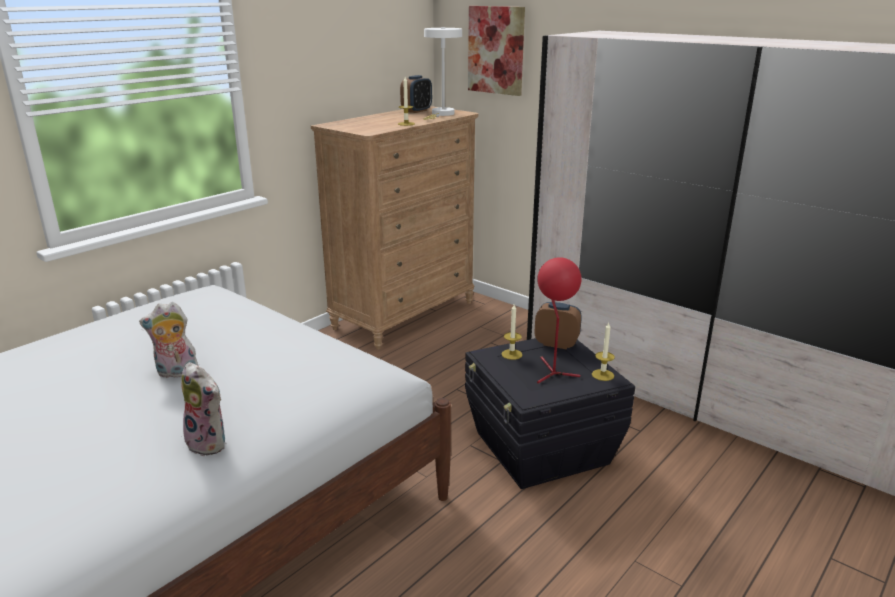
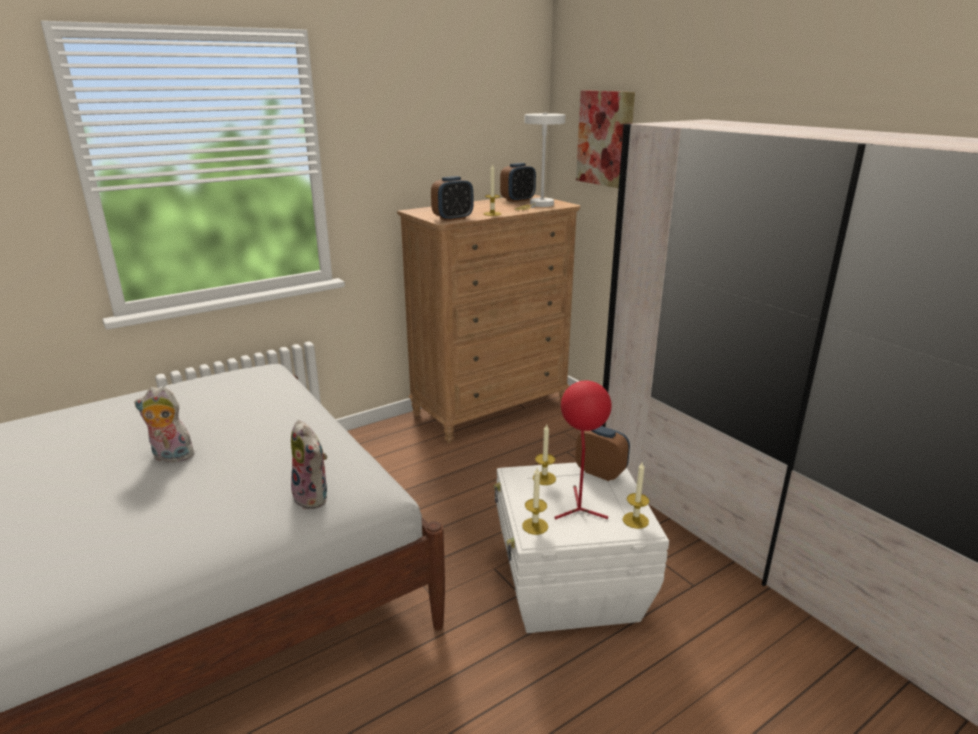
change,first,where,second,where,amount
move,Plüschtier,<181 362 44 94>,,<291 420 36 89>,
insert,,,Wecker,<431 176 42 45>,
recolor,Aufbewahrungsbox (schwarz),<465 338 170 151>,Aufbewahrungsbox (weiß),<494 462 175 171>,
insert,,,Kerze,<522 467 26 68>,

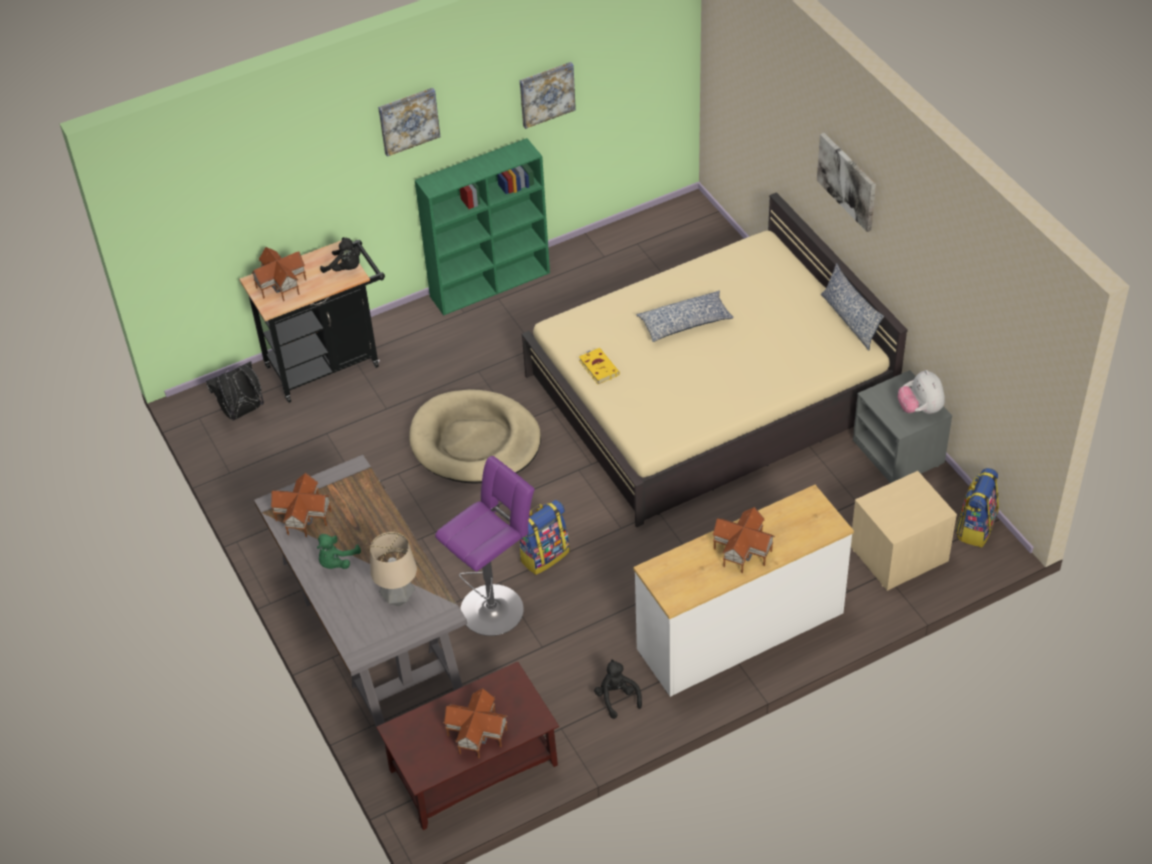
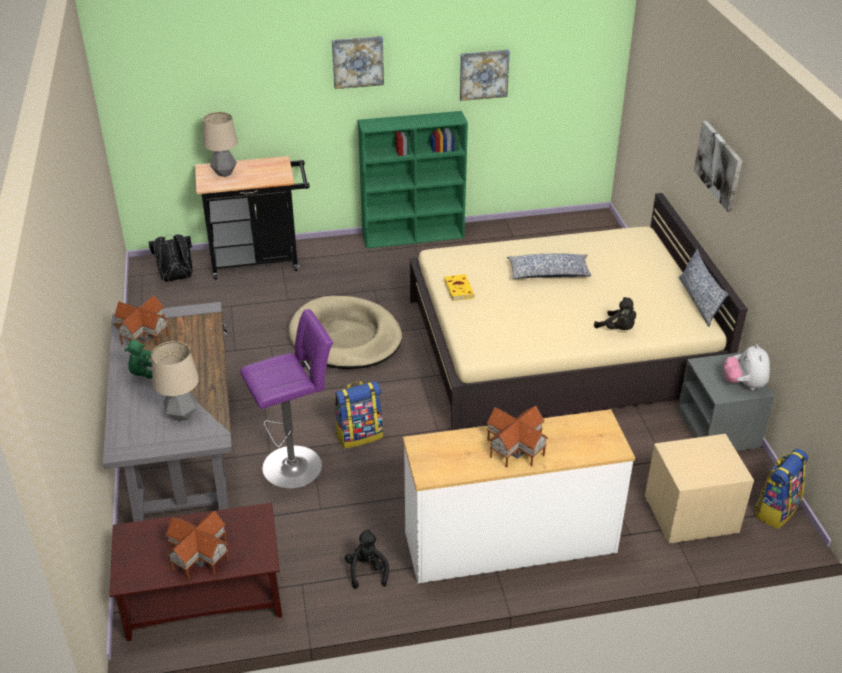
change,first,where,second,where,amount
replace,Spielzeughaus,<251 247 55 54>,Tischlampe,<203 112 35 65>,
move,Plüschtier (schwarz),<320 237 41 36>,,<594 297 42 33>,

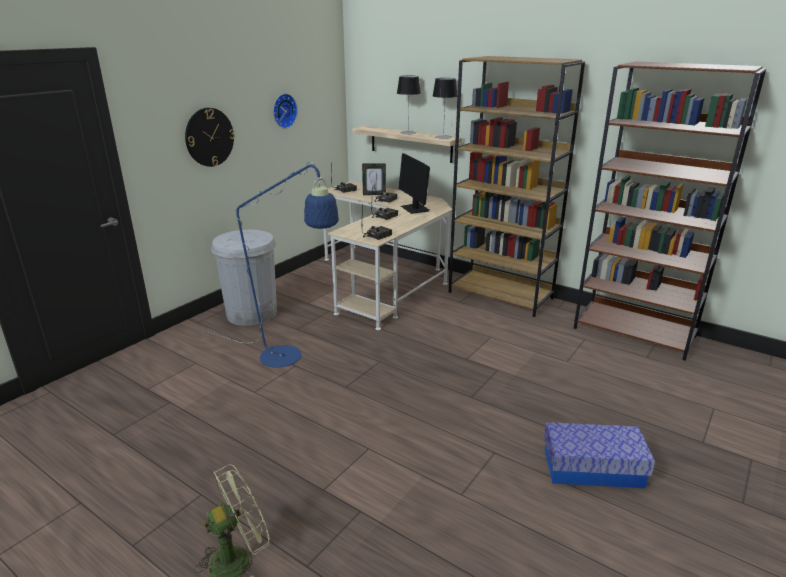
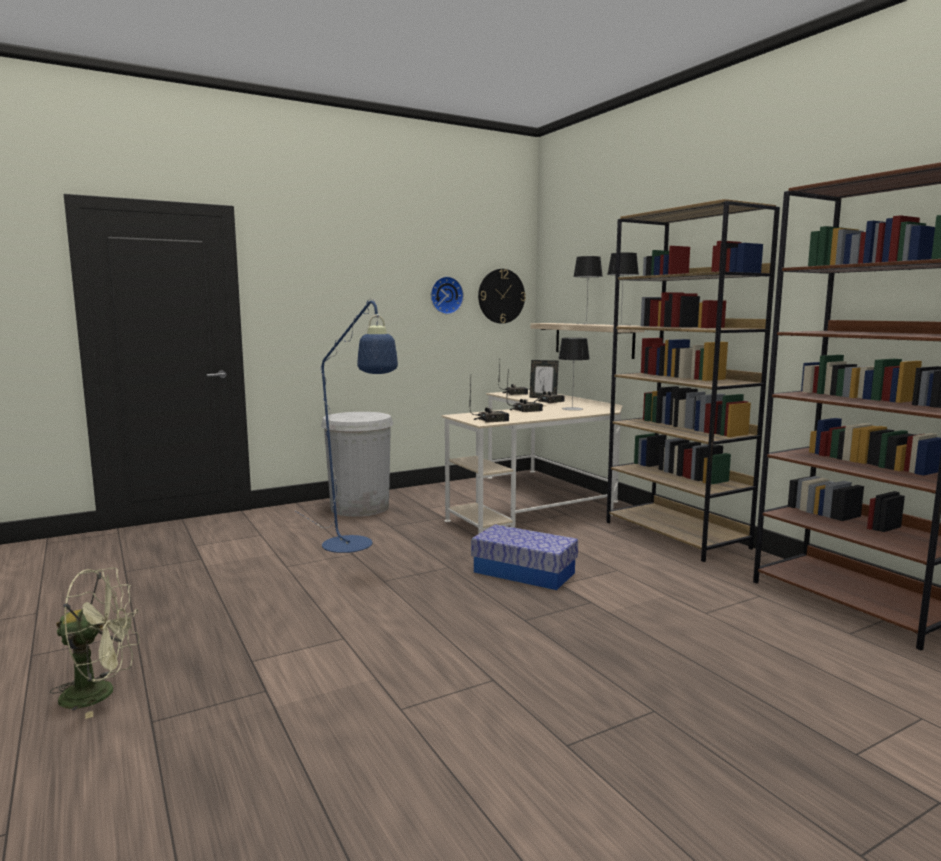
change,first,where,second,where,amount
move,Aufbewahrungsbox,<544 422 111 66>,,<471 524 107 66>,
move,Wanduhr,<185 108 50 59>,,<478 269 48 55>,
replace,Monitor,<399 153 31 61>,Tischlampe,<558 338 31 72>,

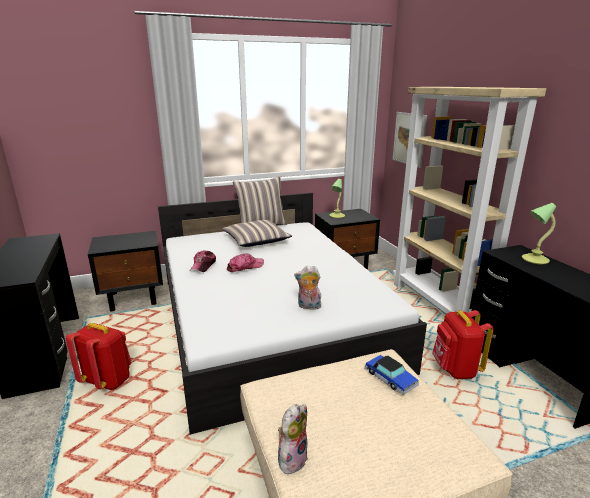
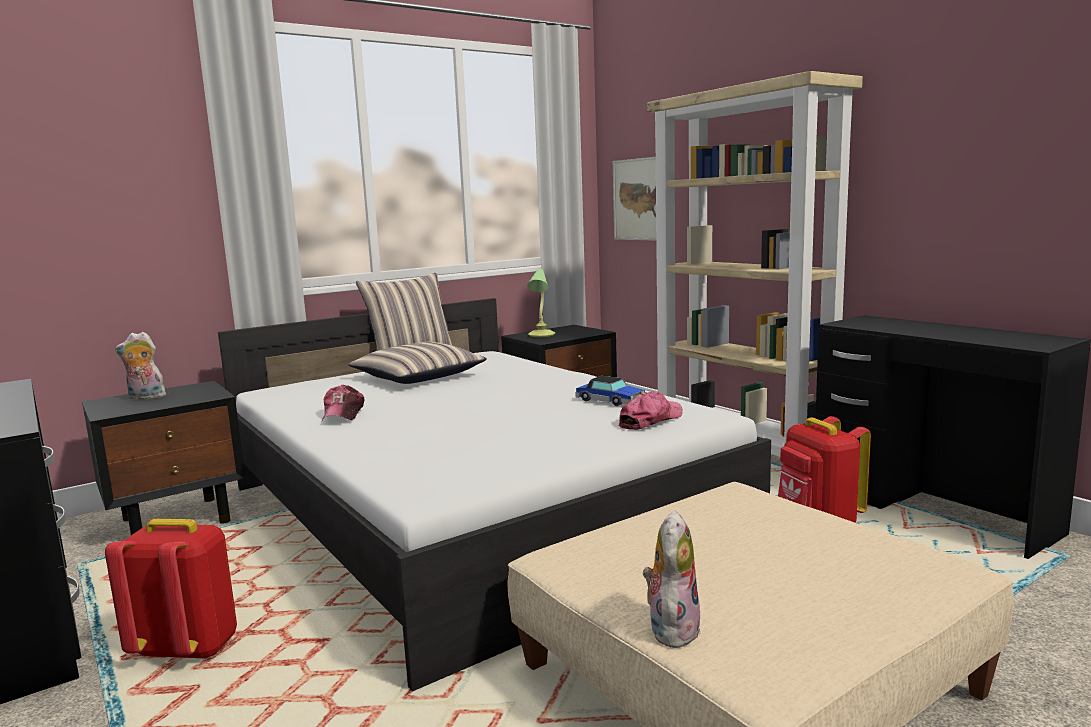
change,first,where,second,where,amount
move,Plüschtier,<294 266 27 44>,,<115 332 53 68>,
move,Spielzeugauto,<365 355 54 40>,,<575 376 70 30>,
move,Kappe,<227 253 37 19>,,<619 391 64 39>,
delete,Tischlampe,<522 203 34 61>,,,

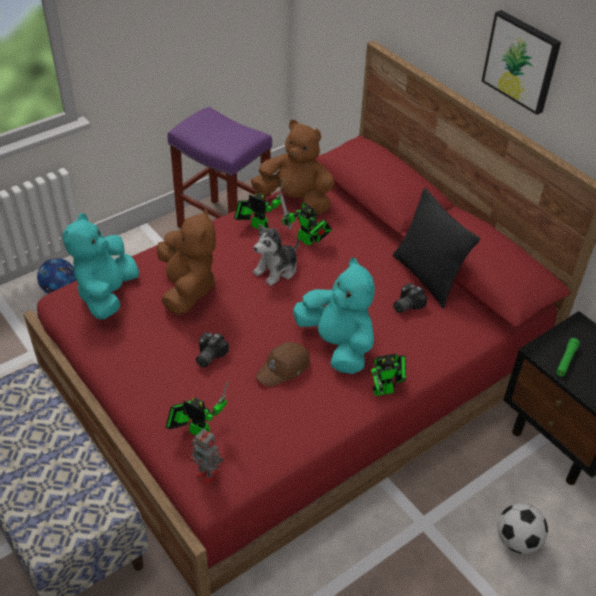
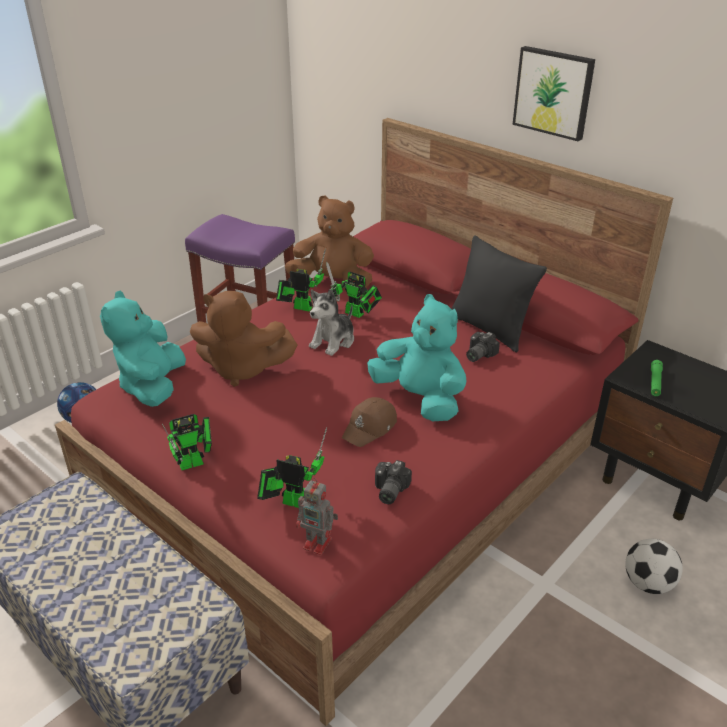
change,first,where,second,where,amount
move,Spielzeugroboter,<371 354 35 42>,,<162 414 50 56>,
rotate,Plüschtier (braun),<157 208 59 107>,,<190 291 107 96>,120 degrees clockwise
move,Kamera,<196 332 33 35>,,<375 460 37 44>,

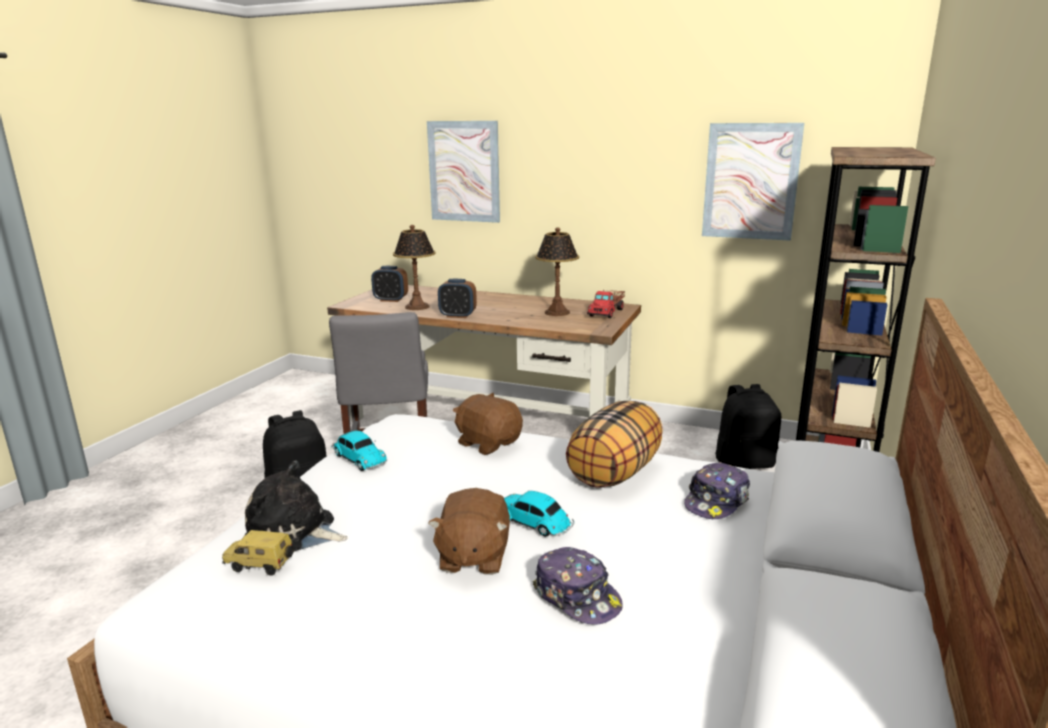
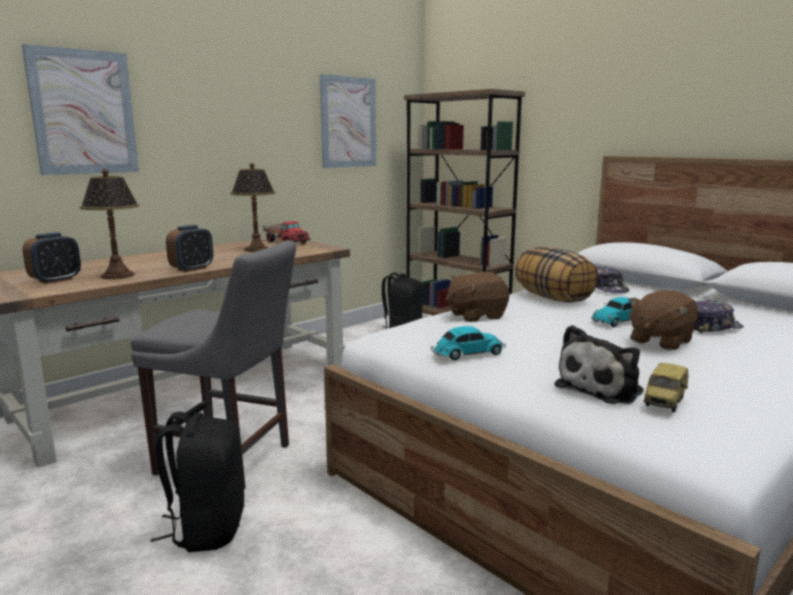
change,first,where,second,where,amount
rotate,Plüschtier (braun),<428 488 82 87>,,<628 290 70 60>,105 degrees clockwise

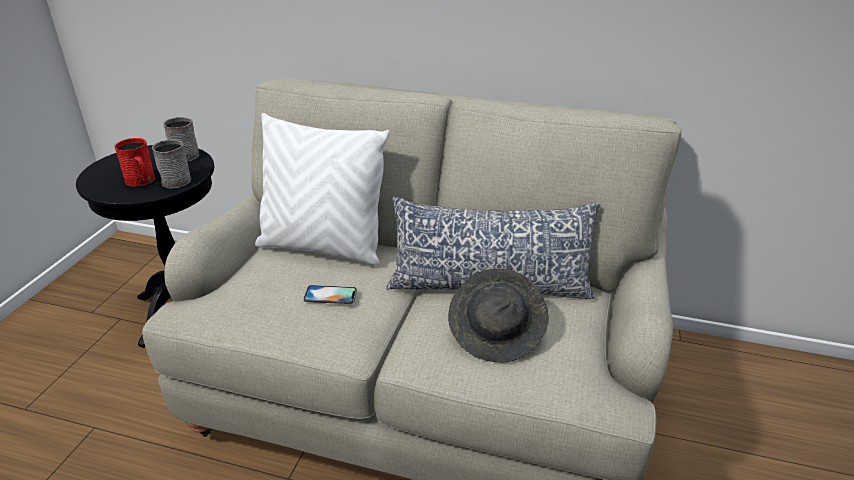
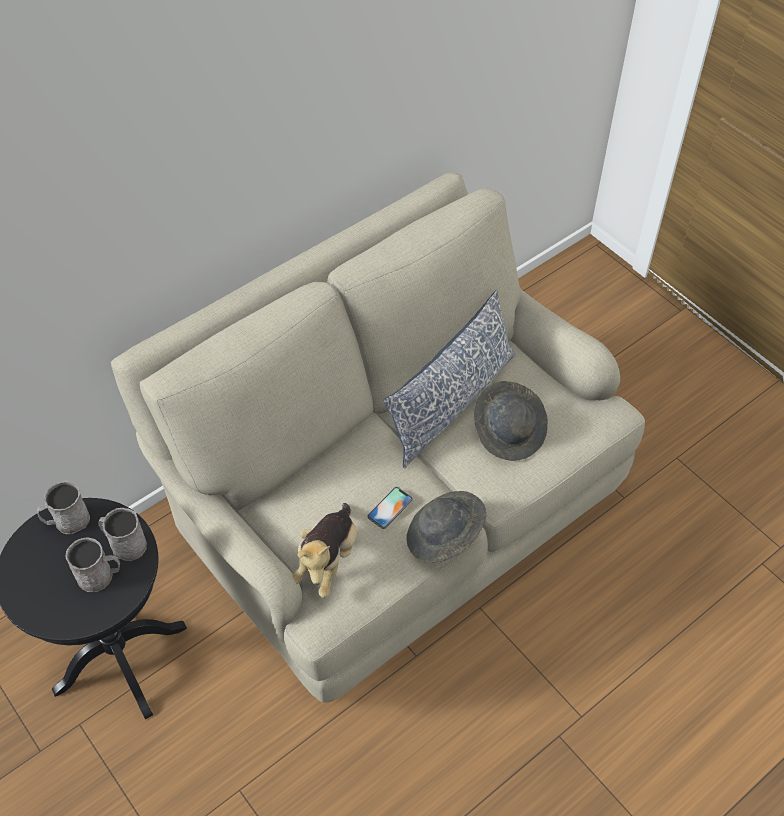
change,first,where,second,where,amount
recolor,Henkelbecher (rot),<114 138 41 49>,Henkelbecher (grau),<66 537 54 55>,
insert,,,Plüschtier,<292 503 65 95>,
insert,,,Hut (grau),<406 491 80 71>,
delete,Kissen (weiß),<255 113 135 152>,,,

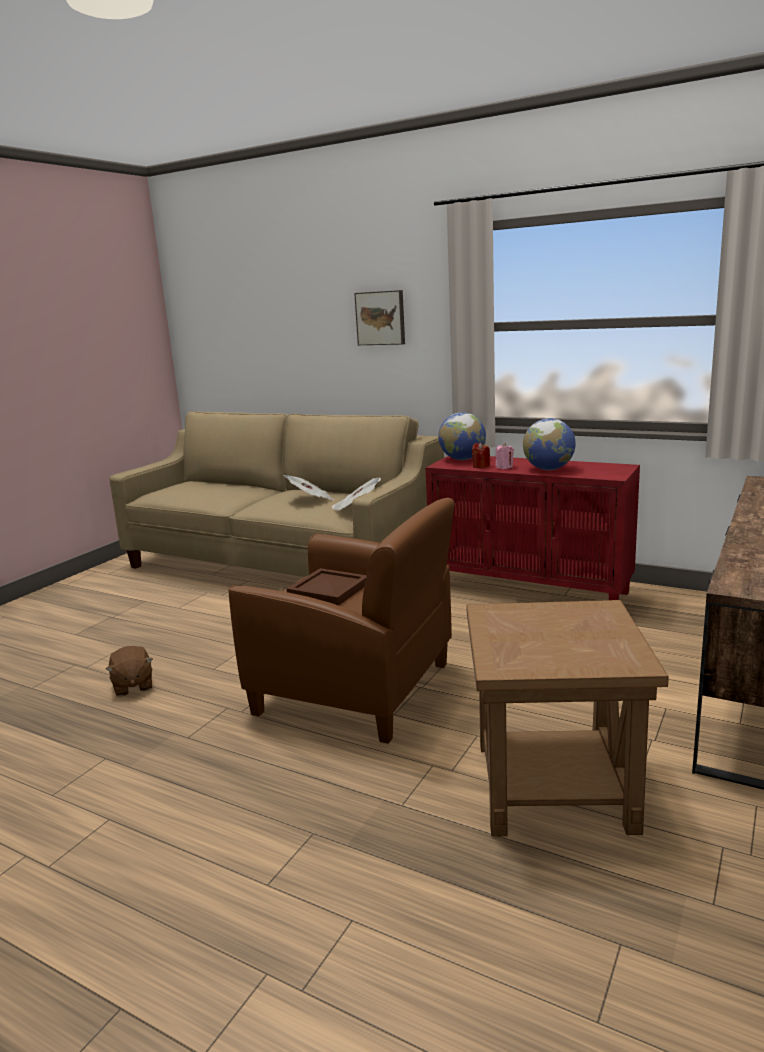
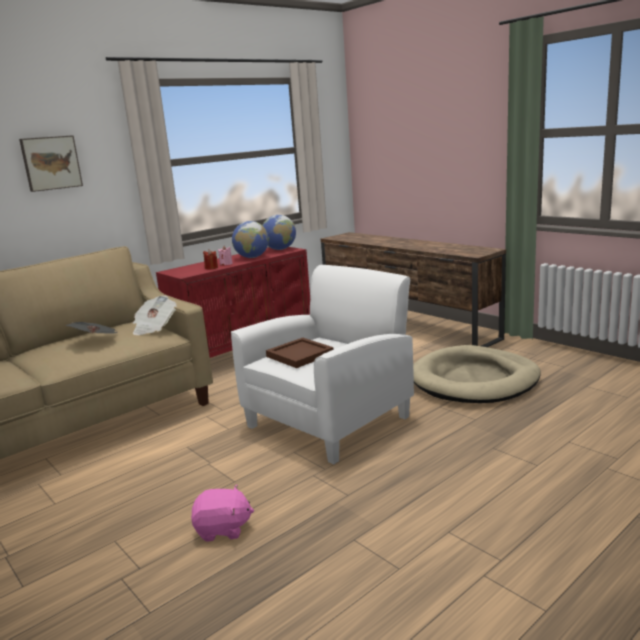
change,first,where,second,where,amount
recolor,Plüschtier (braun),<105 646 48 50>,Plüschtier (rosa),<191 485 63 57>,
recolor,Sessel (braun),<228 498 227 246>,Sessel (weiß),<231 265 183 199>,
move,Globus,<438 412 48 48>,,<262 215 34 35>,
replace,Beistelltisch (braun),<466 600 203 236>,Hundebett (beige),<413 345 127 58>,

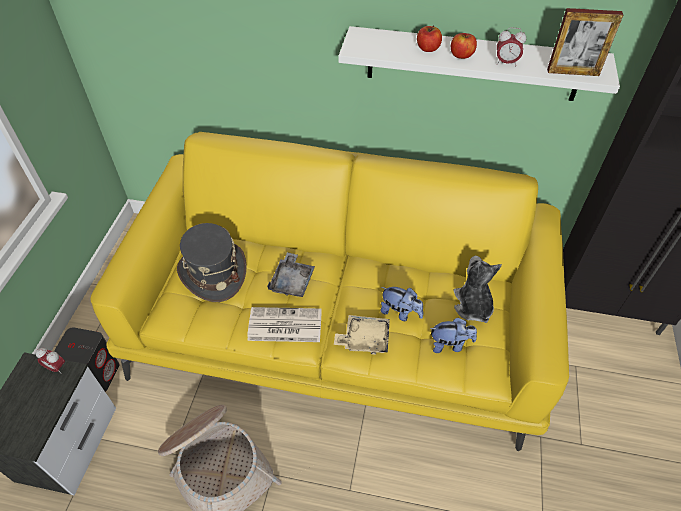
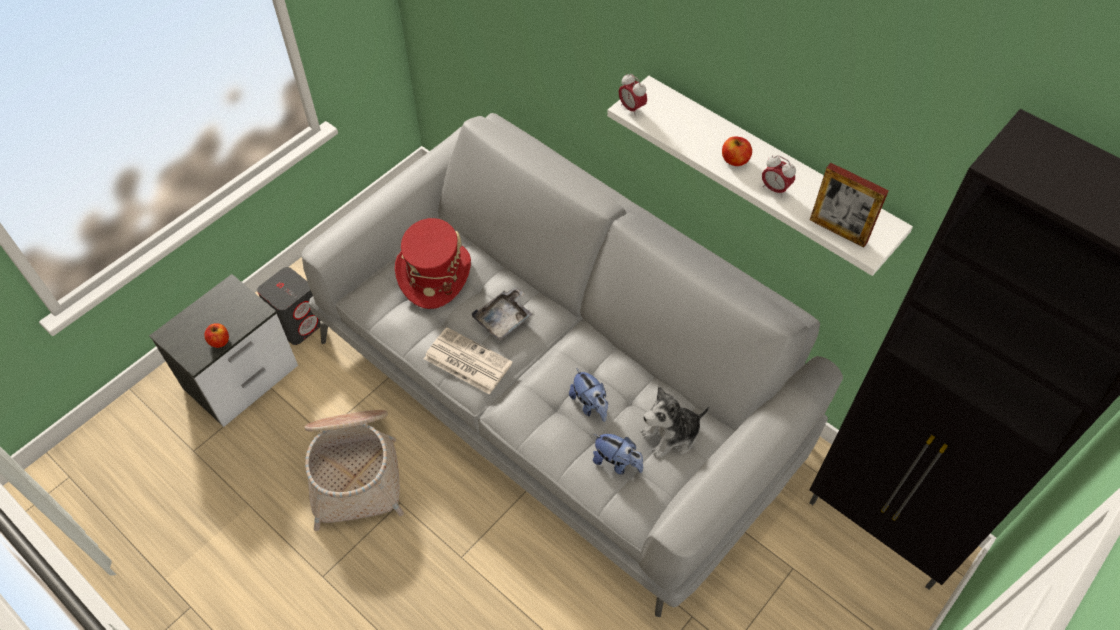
change,first,where,second,where,amount
move,Apfel,<417 25 25 27>,,<204 323 25 25>,
recolor,Sofa (gelb),<91 132 478 319>,Sofa (grau),<301 113 542 504>,
recolor,Hut (grau),<177 223 69 79>,Hut (rot),<395 218 76 91>,
move,Wecker,<36 348 29 26>,,<619 74 28 42>,
rotate,Plüschtier,<454 256 48 67>,,<641 386 68 72>,135 degrees counterclockwise
delete,Tablett (beige),<334 315 56 40>,,,

